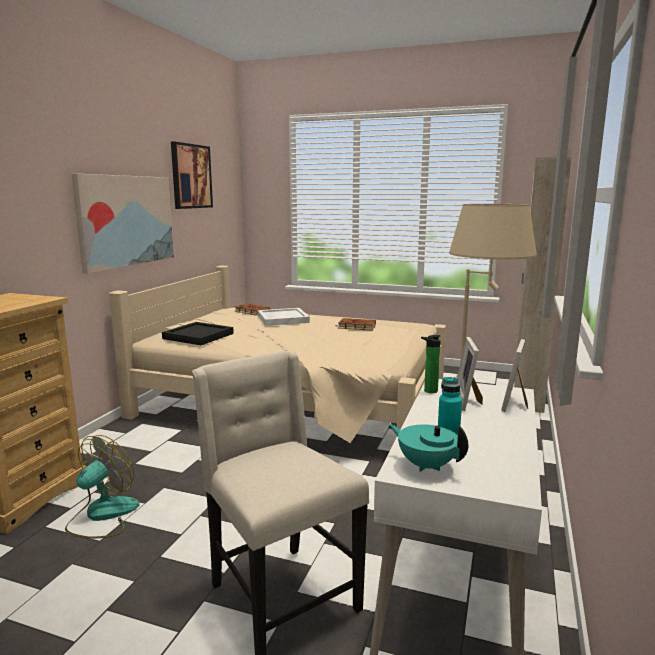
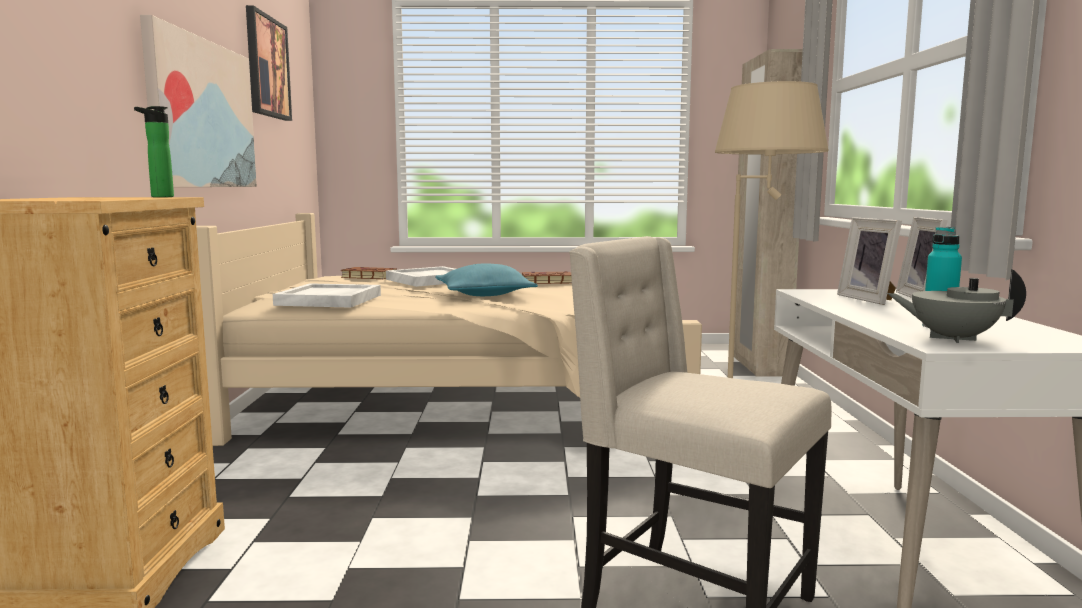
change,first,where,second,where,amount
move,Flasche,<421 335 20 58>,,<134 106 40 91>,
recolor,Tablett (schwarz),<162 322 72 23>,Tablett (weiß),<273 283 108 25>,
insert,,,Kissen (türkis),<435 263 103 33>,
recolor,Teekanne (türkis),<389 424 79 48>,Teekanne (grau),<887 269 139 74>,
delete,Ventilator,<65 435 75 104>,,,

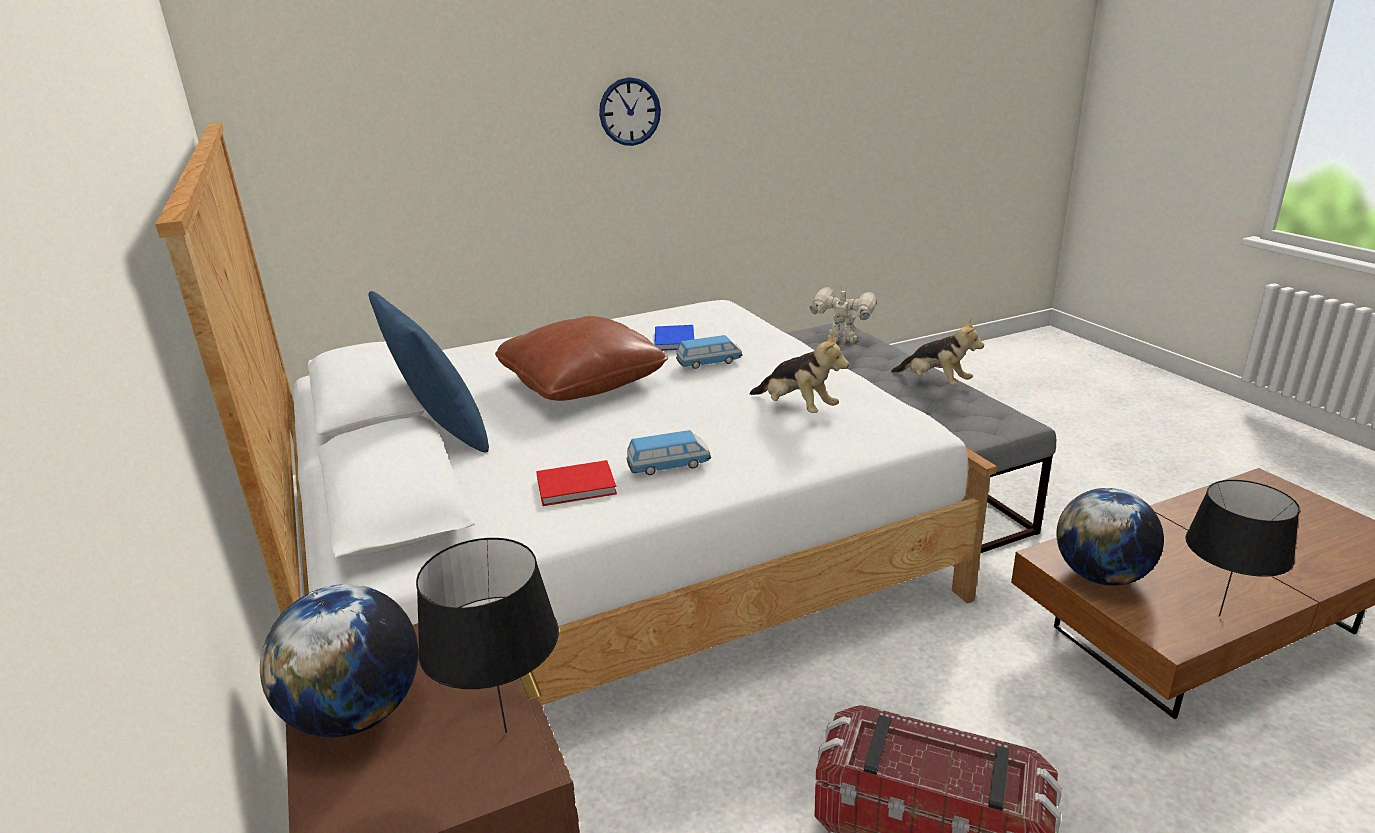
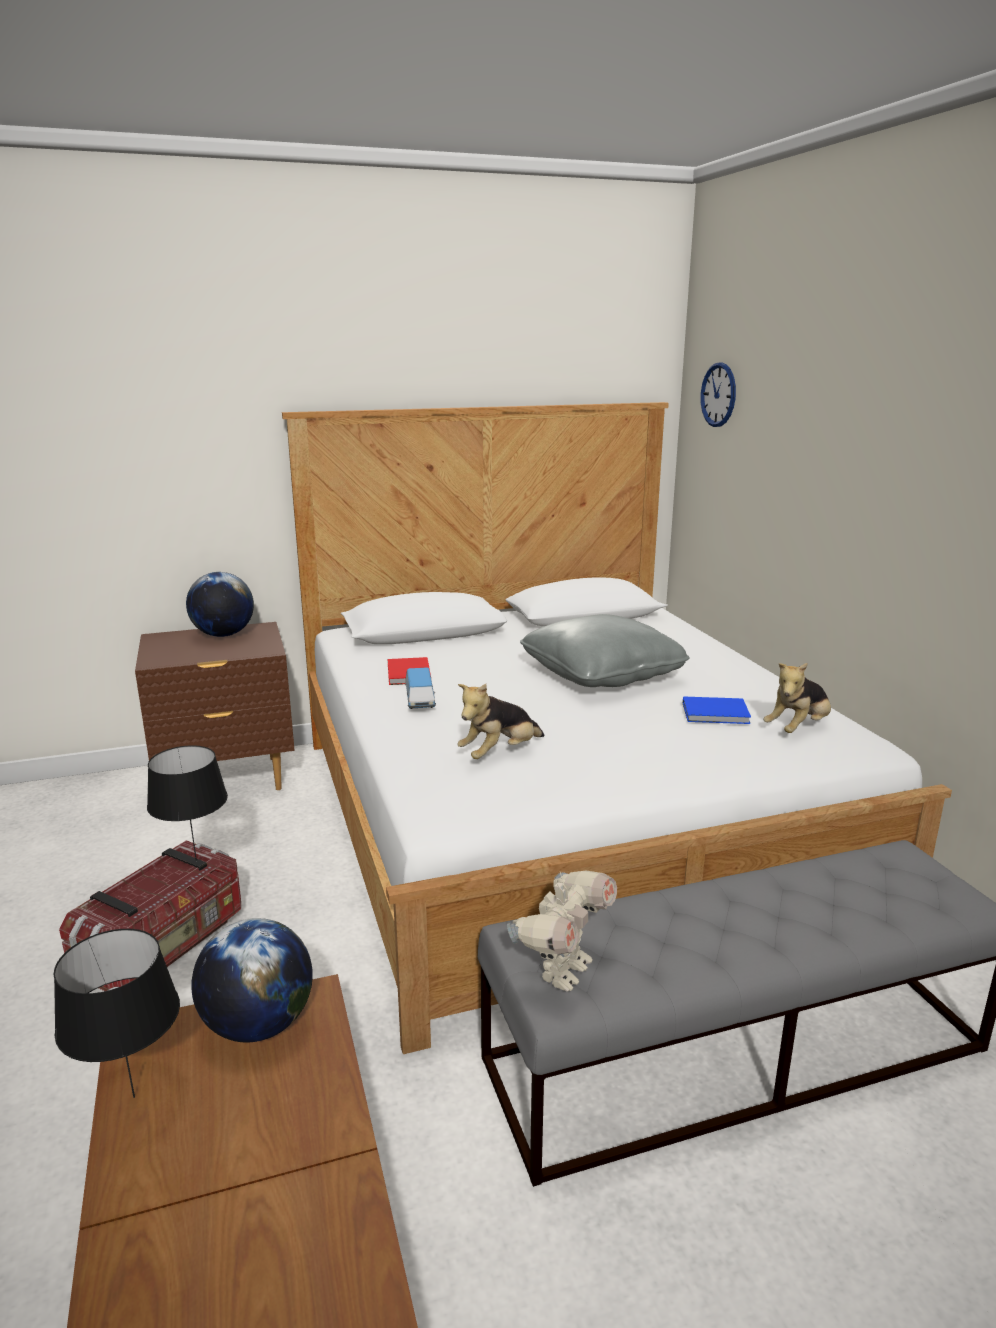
change,first,where,second,where,amount
move,Tischlampe (schwarz),<416 538 143 195>,,<147 745 81 116>,
move,Spielzeugroboter,<809 286 68 57>,,<507 871 110 121>,
recolor,Kissen (braun),<495 316 173 85>,Kissen (grau),<520 614 169 73>,
move,Wanduhr,<599 77 62 69>,,<701 362 35 65>,
move,Plüschtier,<891 319 93 66>,,<763 663 68 70>,
delete,Kissen (blau),<369 291 120 162>,,,
delete,Spielzeugauto,<676 335 67 34>,,,

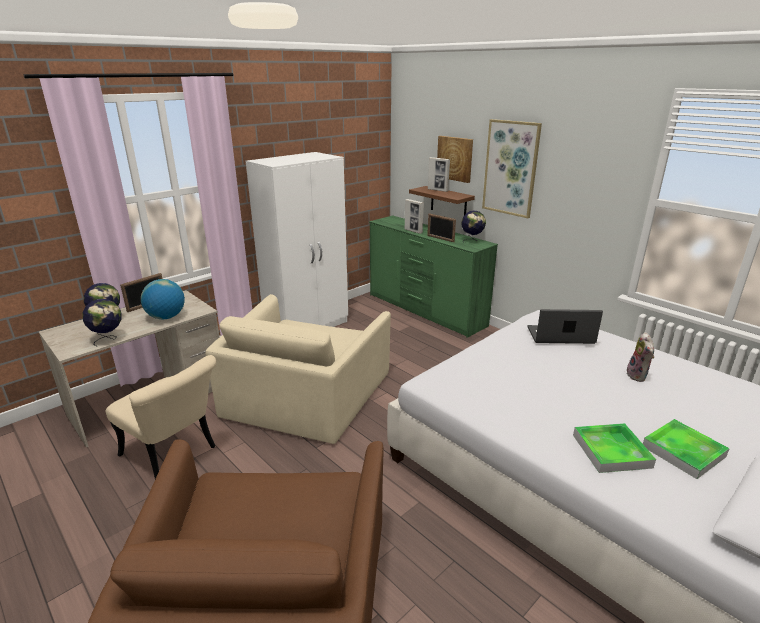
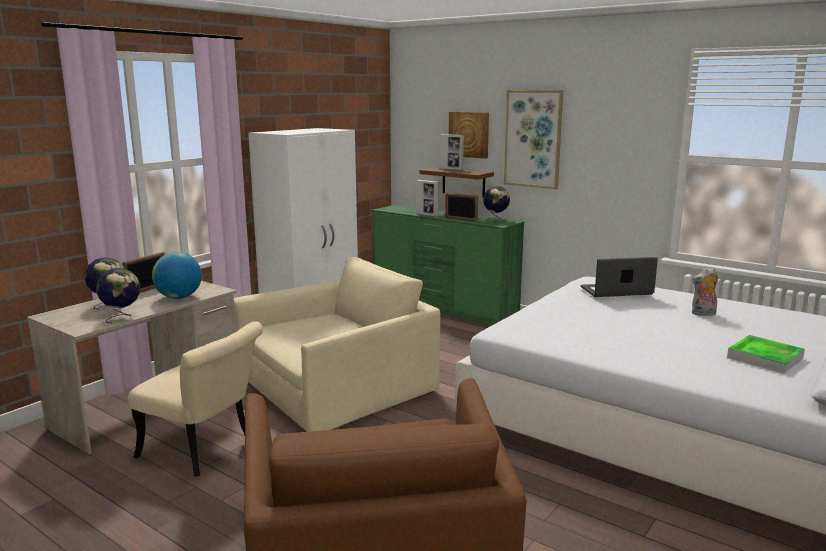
change,first,where,second,where,amount
rotate,Sessel (beige),<205 294 186 150>,,<234 257 207 175>,135 degrees counterclockwise
rotate,Plüschtier,<627 332 27 50>,,<692 268 26 48>,90 degrees clockwise
delete,Tablett,<573 423 83 50>,,,

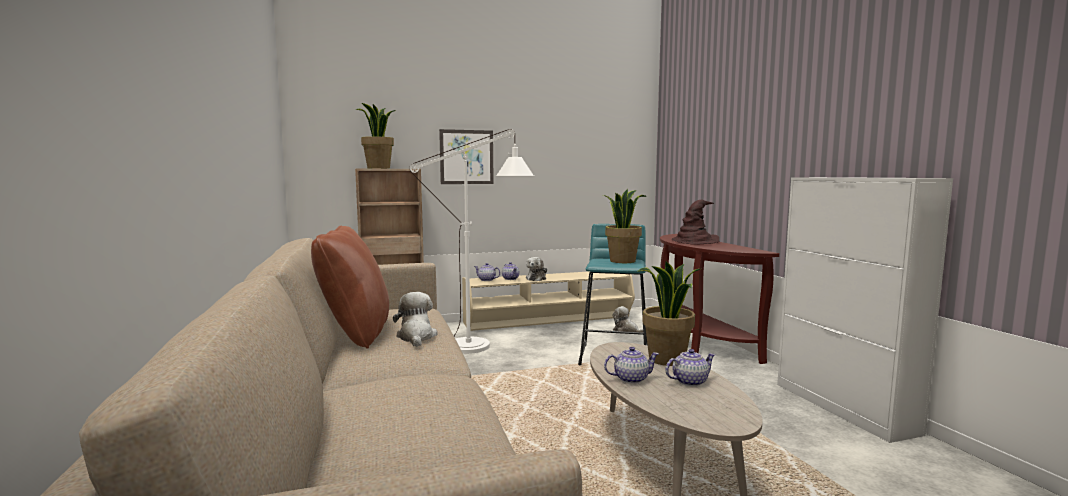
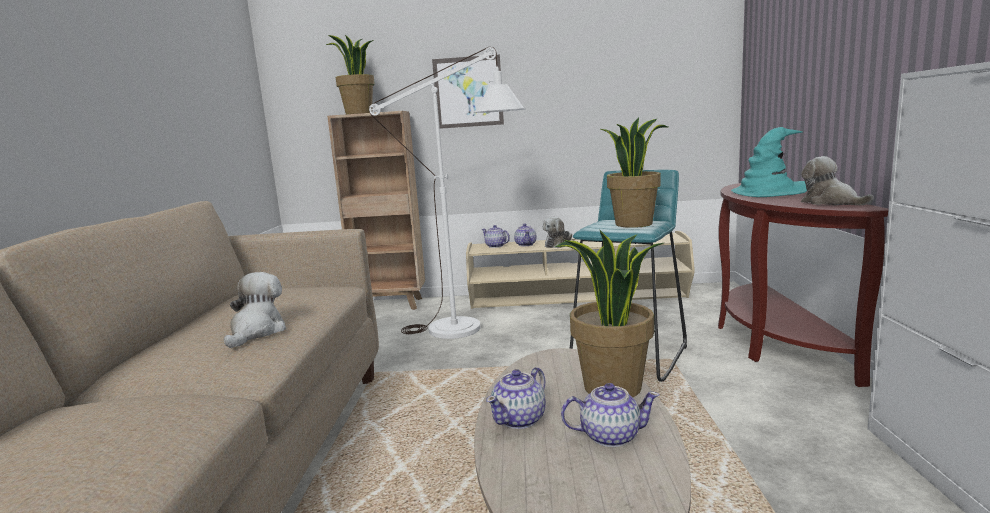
change,first,where,second,where,amount
rotate,Teekanne,<604 347 55 37>,,<486 367 60 62>,120 degrees clockwise
recolor,Hut (braun),<671 199 48 46>,Hut (türkis),<731 127 76 70>,
move,Plüschtier,<613 306 30 27>,,<801 156 73 49>,
delete,Kissen (braun),<311 226 78 123>,,,

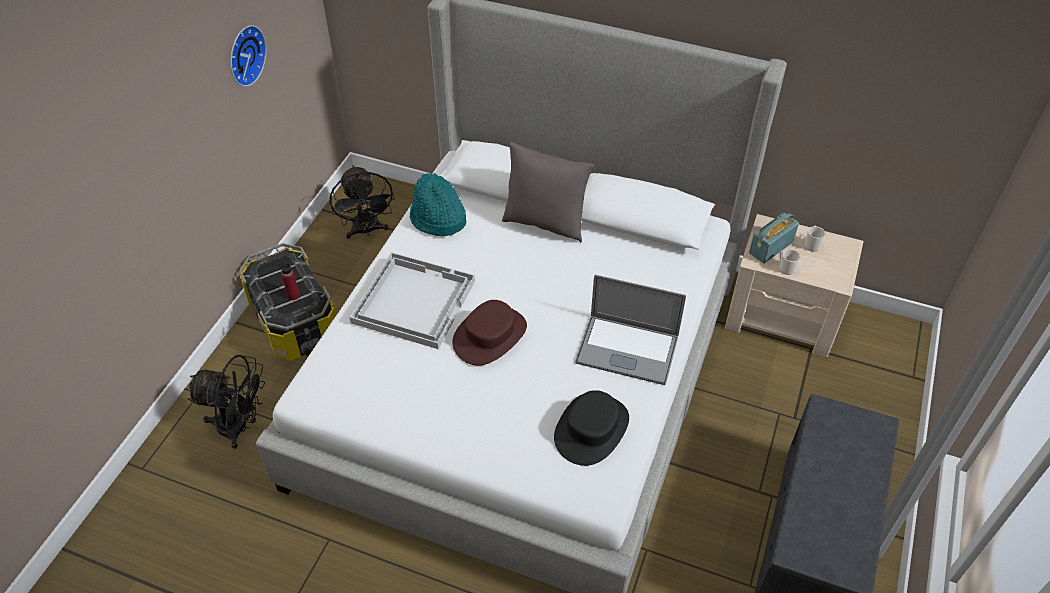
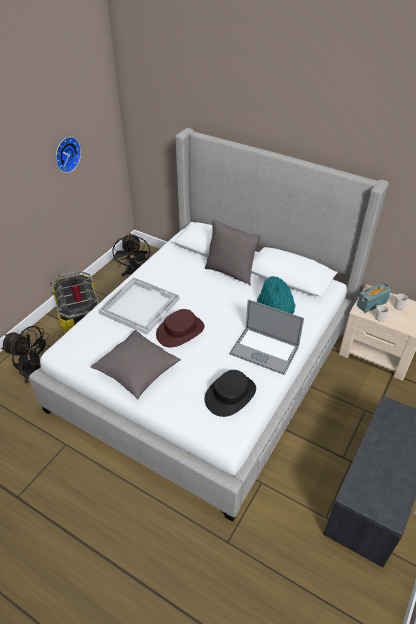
change,first,where,second,where,amount
insert,,,Kissen (grau),<91 330 90 70>,
move,Hut (türkis),<410 173 56 64>,,<257 276 38 38>,

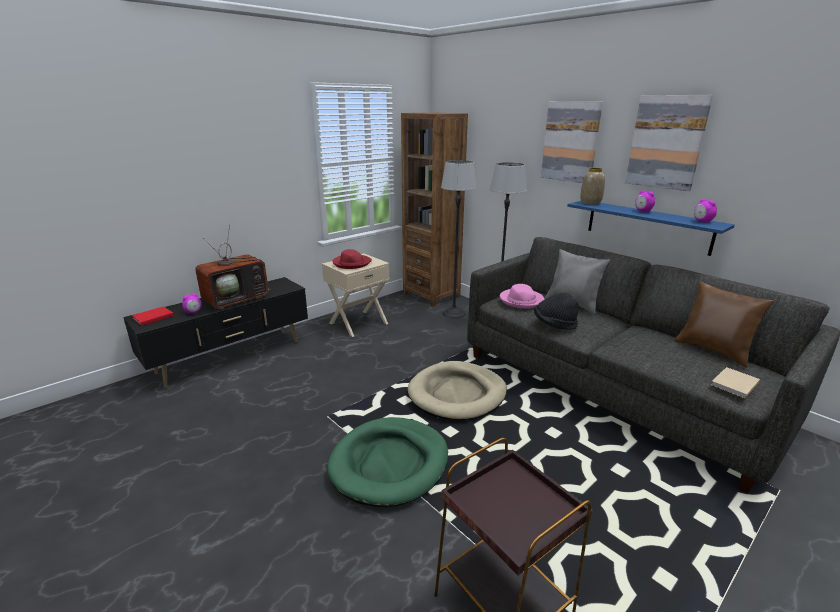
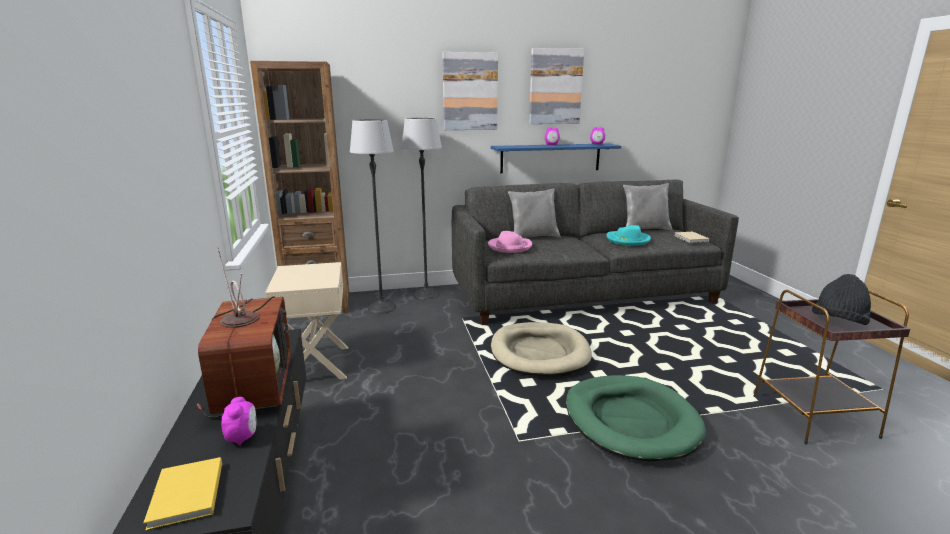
change,first,where,second,where,amount
recolor,Buch (rot),<132 306 42 20>,Buch (gelb),<143 457 79 74>,
insert,,,Hut (türkis),<606 225 45 21>,
recolor,Kissen (braun),<674 281 100 87>,Kissen (grau),<623 183 50 48>,
move,Hut (schwarz),<534 293 45 37>,,<812 274 59 51>,
delete,Hut (rot),<332 249 40 20>,,,
delete,Vase,<580 168 25 37>,,,

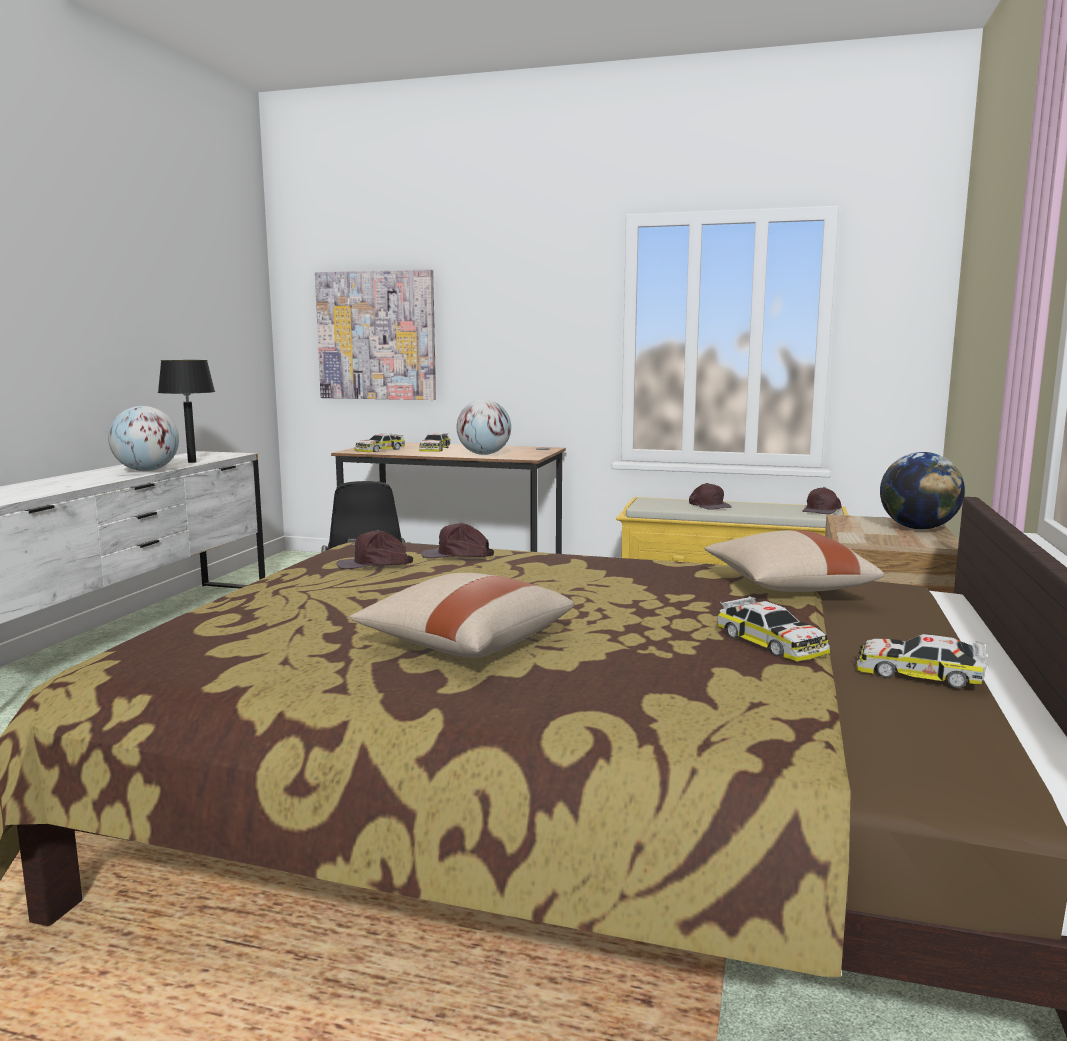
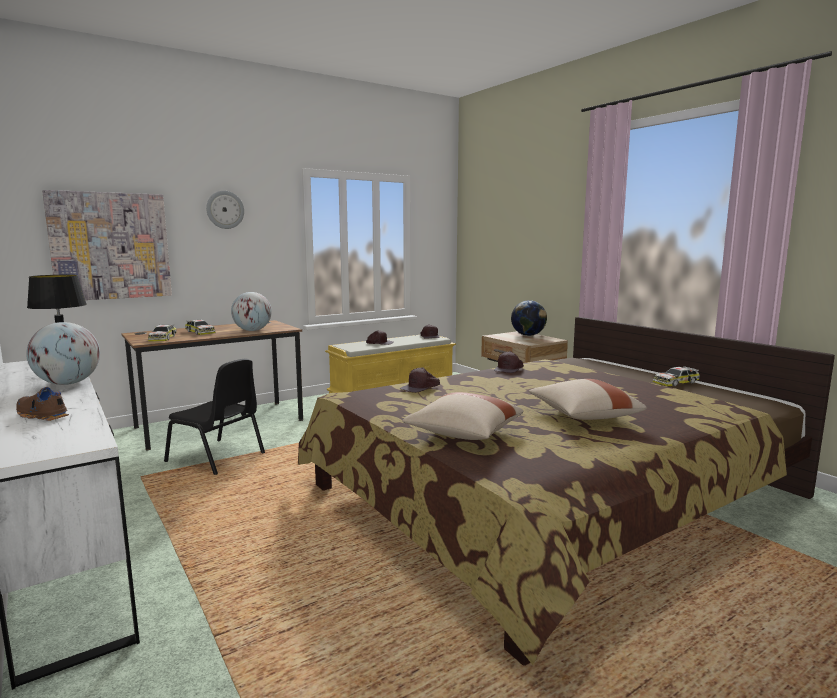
change,first,where,second,where,amount
insert,,,Schuh (braun),<16 387 53 34>,
insert,,,Wanduhr,<206 191 38 38>,
move,Kissen (beige),<705 530 179 62>,,<402 392 121 48>,
move,Kappe (braun),<336 530 77 39>,,<493 351 31 22>,
delete,Spielzeugauto,<718 596 112 66>,,,

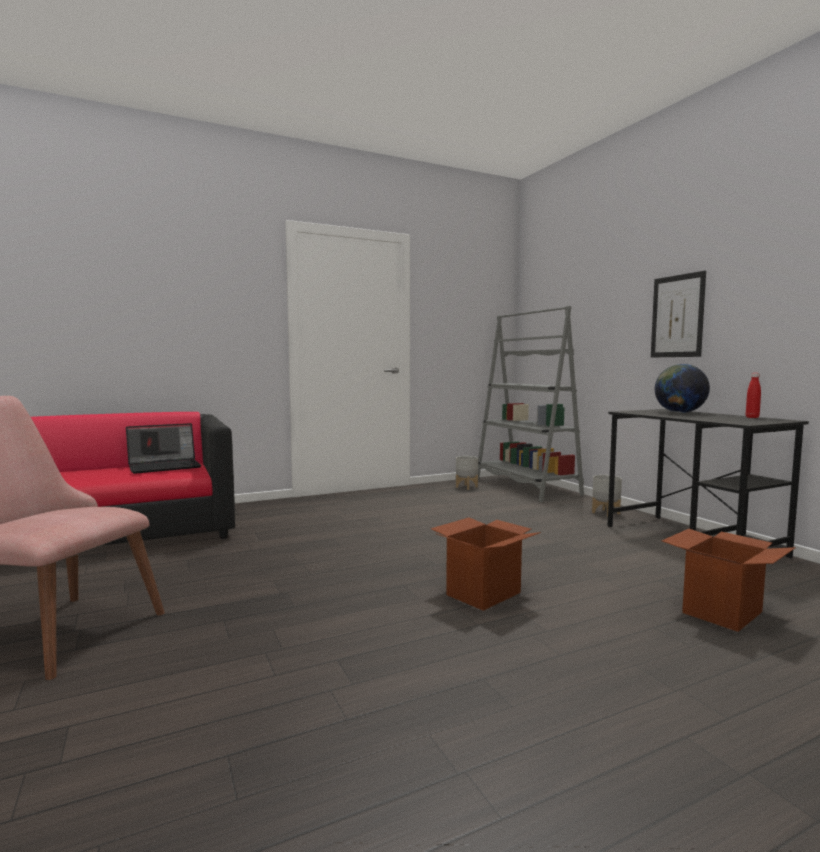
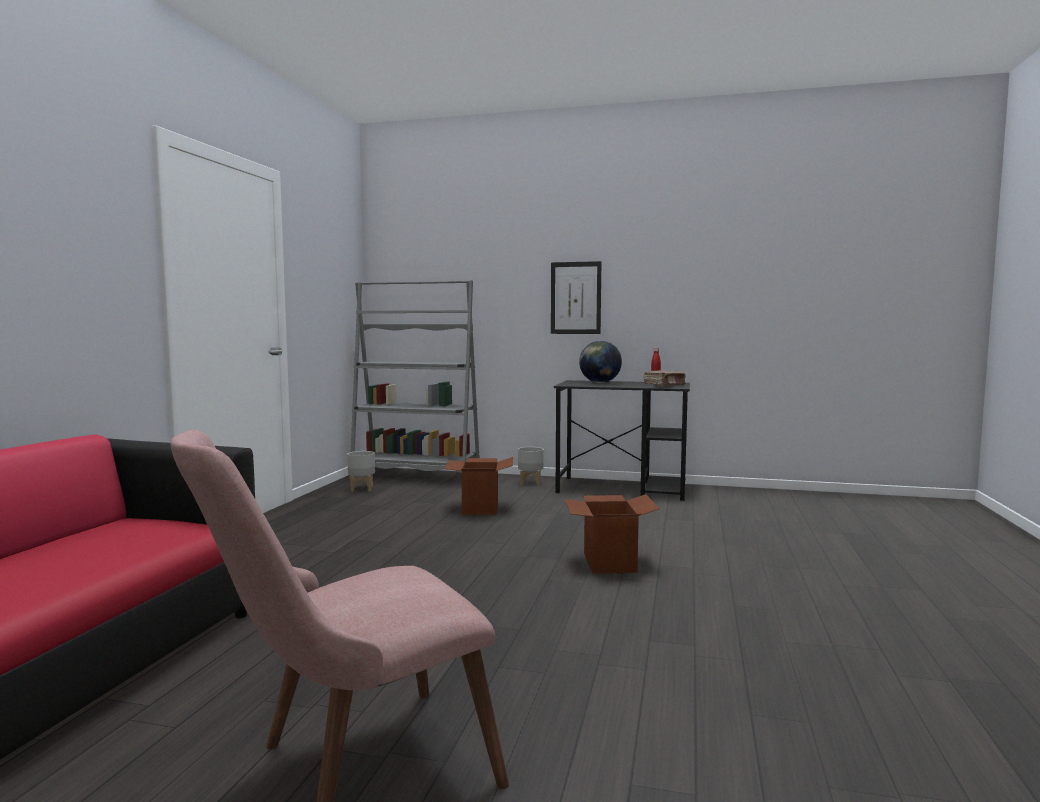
change,first,where,second,where,amount
move,Karton,<662 529 134 103>,,<445 457 68 58>,
insert,,,Buch (braun),<644 370 42 16>,
delete,Laptop,<126 423 75 51>,,,

